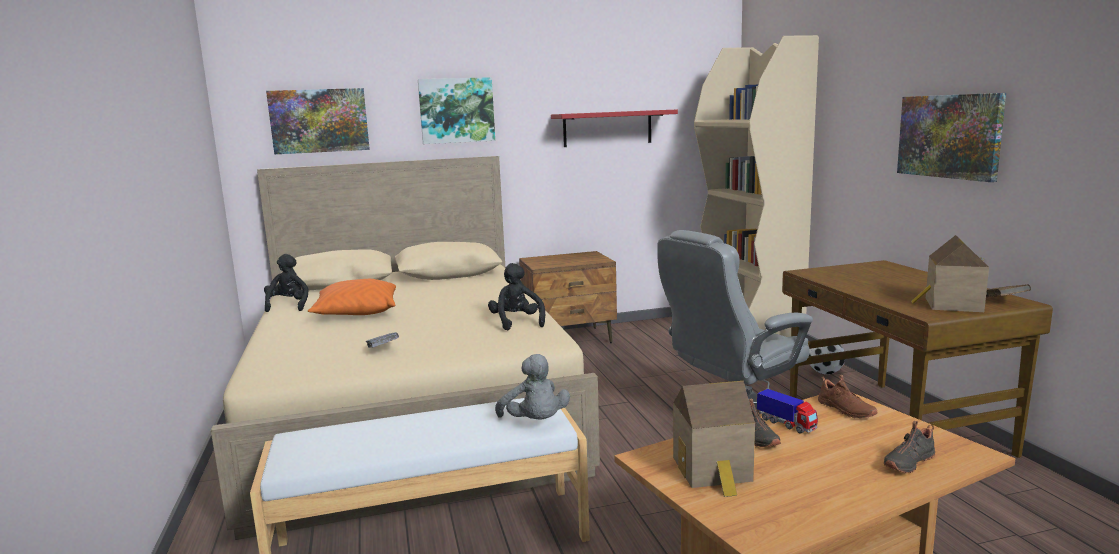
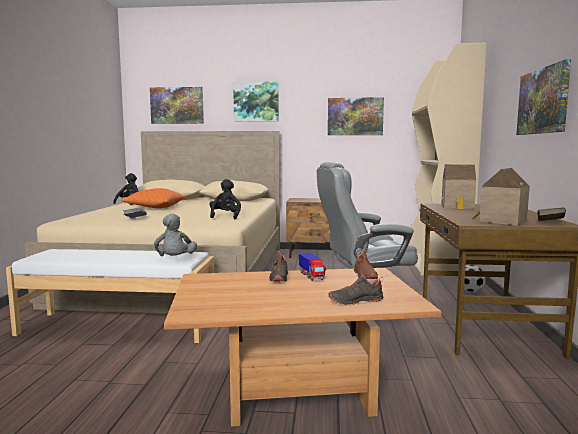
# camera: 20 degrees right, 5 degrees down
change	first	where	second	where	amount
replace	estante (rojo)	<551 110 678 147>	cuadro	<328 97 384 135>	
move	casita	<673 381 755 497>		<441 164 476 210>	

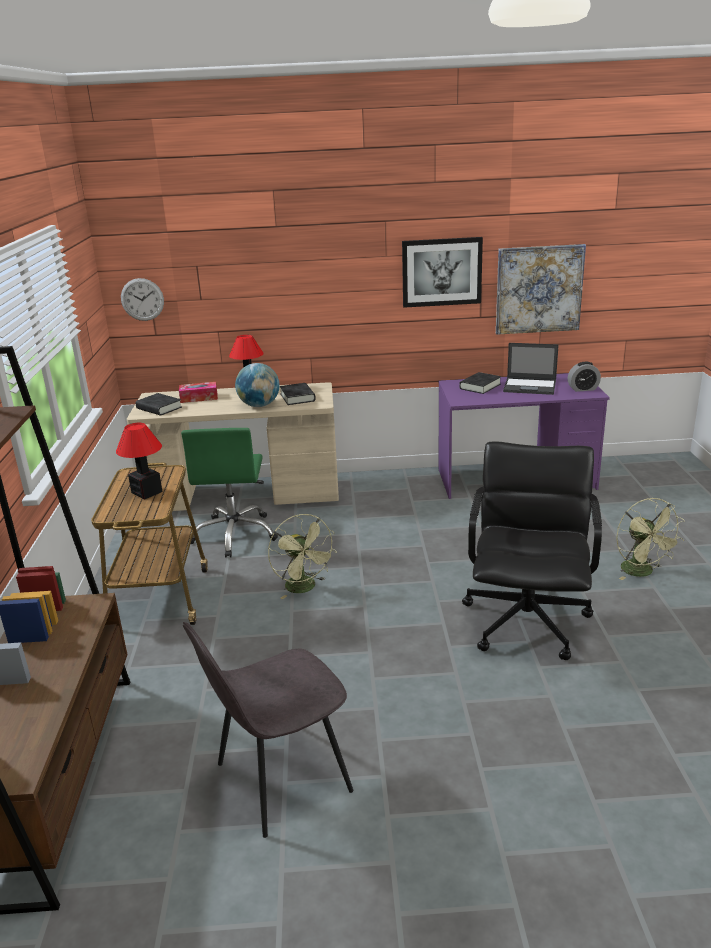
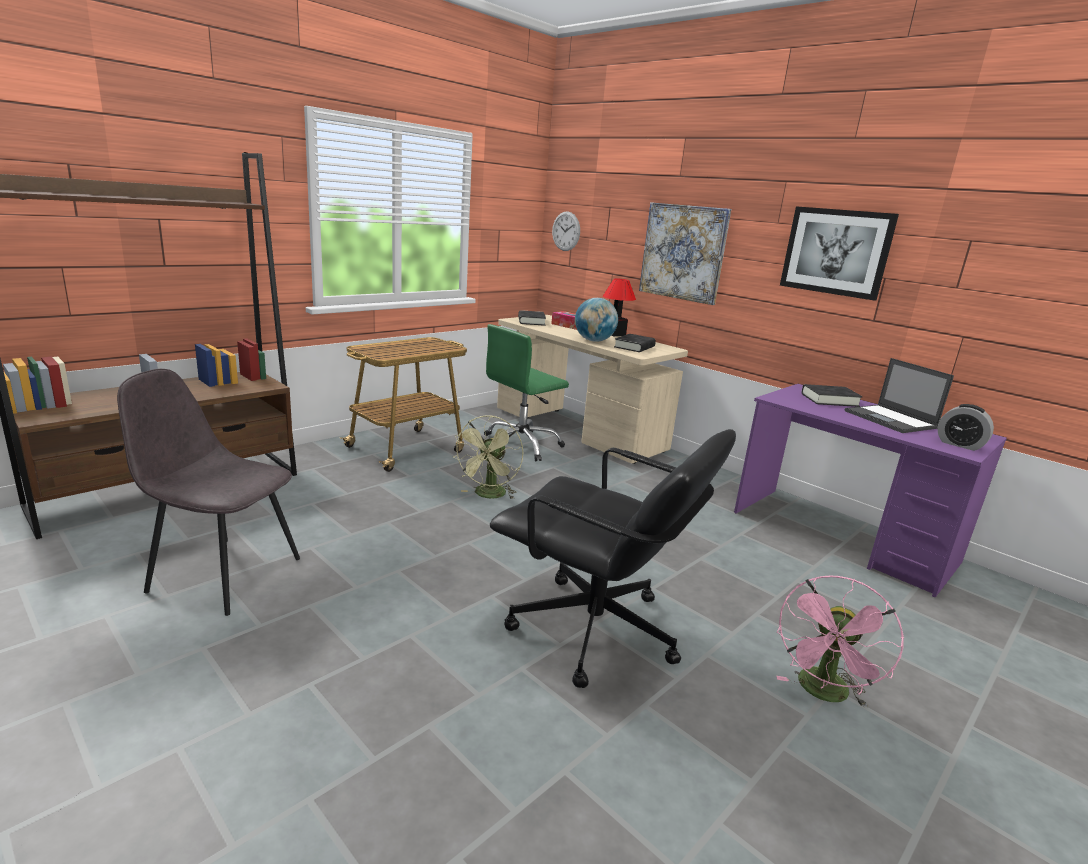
# camera: 45 degrees right, 5 degrees down
change	first	where	second	where	amount
move	cuadro	<496 244 586 335>		<639 202 731 305>	
delete	lámpara de mesa	<116 423 163 499>			
rotate	silla de oficina (negro)	<462 442 602 660>		<490 429 736 688>	60 degrees clockwise
recolor	ventilador (verde)	<616 498 685 580>	ventilador (rosa)	<777 576 904 708>	

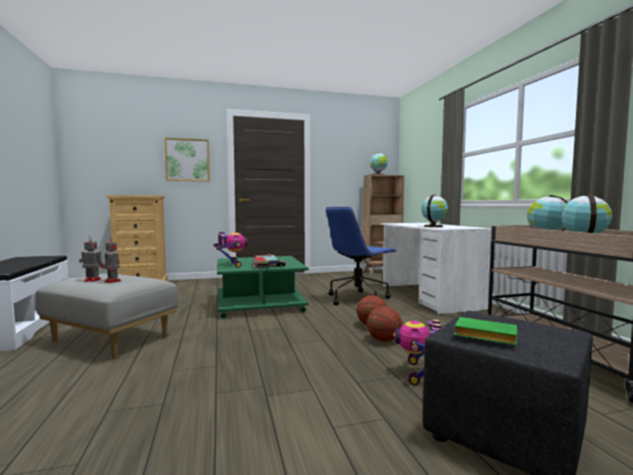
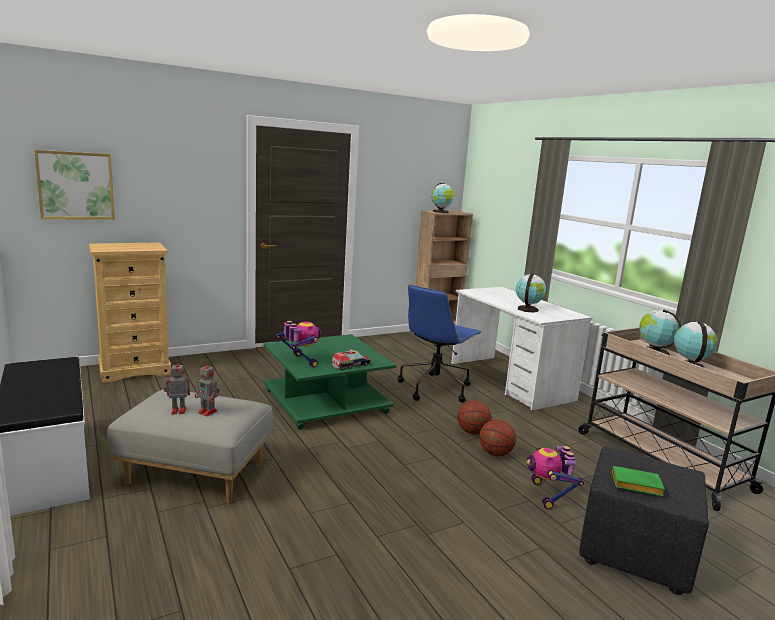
# camera: 15 degrees left, 10 degrees up
change	first	where	second	where	amount
move	cuadro	<164 138 210 181>		<34 150 115 220>	

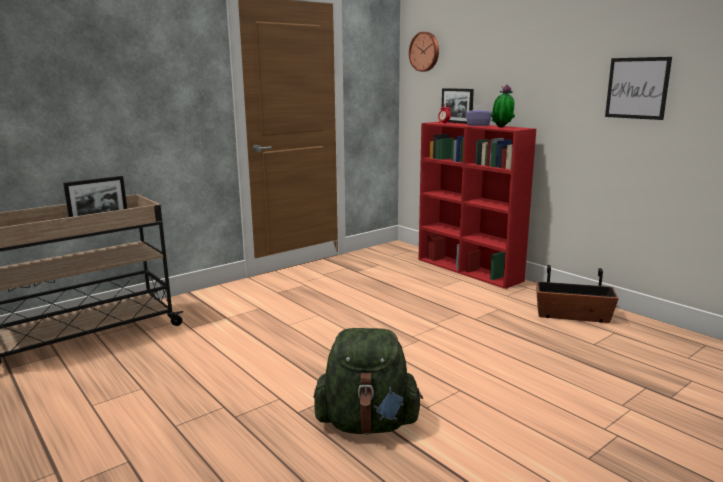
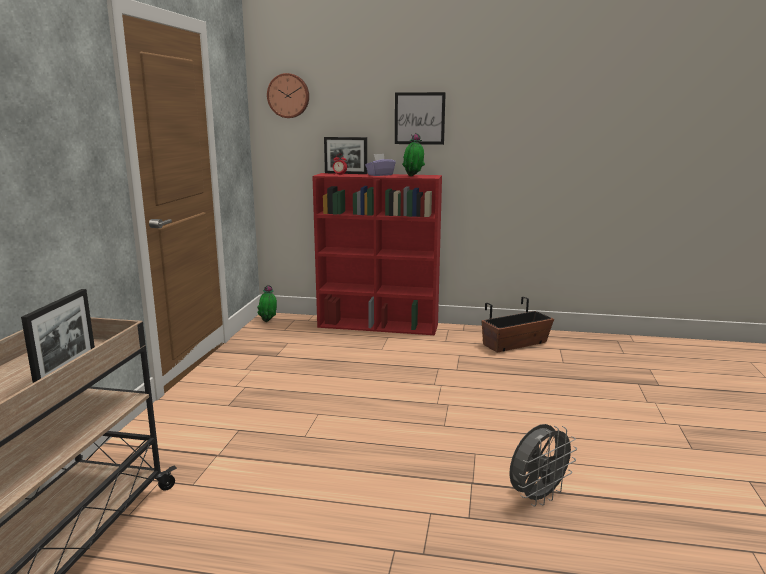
# camera: 40 degrees left, 0 degrees up
change	first	where	second	where	amount
move	cuadro	<605 57 672 120>		<395 92 446 145>	
replace	mochila (verde)	<314 328 423 435>	ventilador (gris)	<509 424 577 507>	
insert			planta en maceta	<257 285 277 322>	

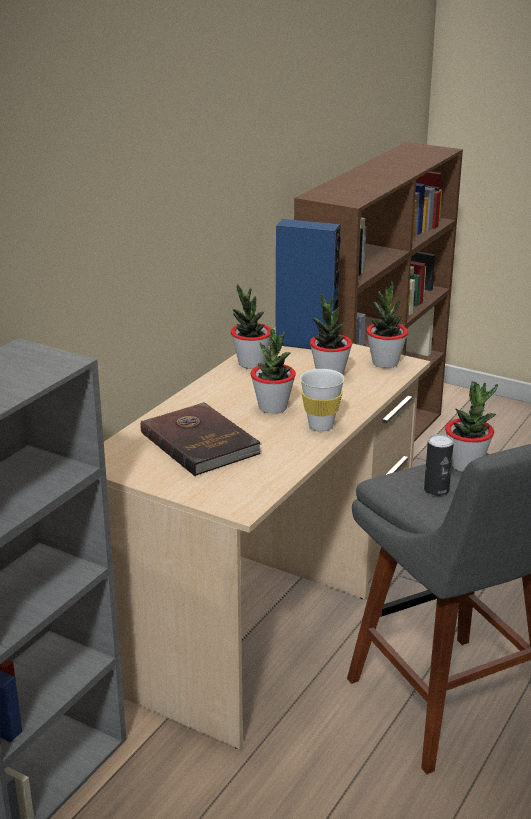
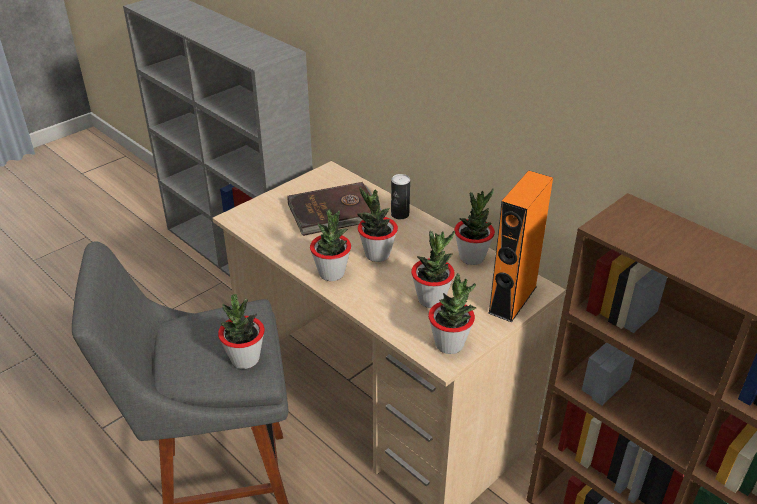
# camera: 105 degrees right, 10 degrees up
change	first	where	second	where	amount
recolor	altavoz (azul)	<275 219 341 349>	altavoz (naranja)	<488 170 553 322>	
replace	taza (blanco)	<300 369 345 432>	planta en maceta	<310 209 351 281>	
move	lata	<424 434 454 496>		<391 174 410 219>	

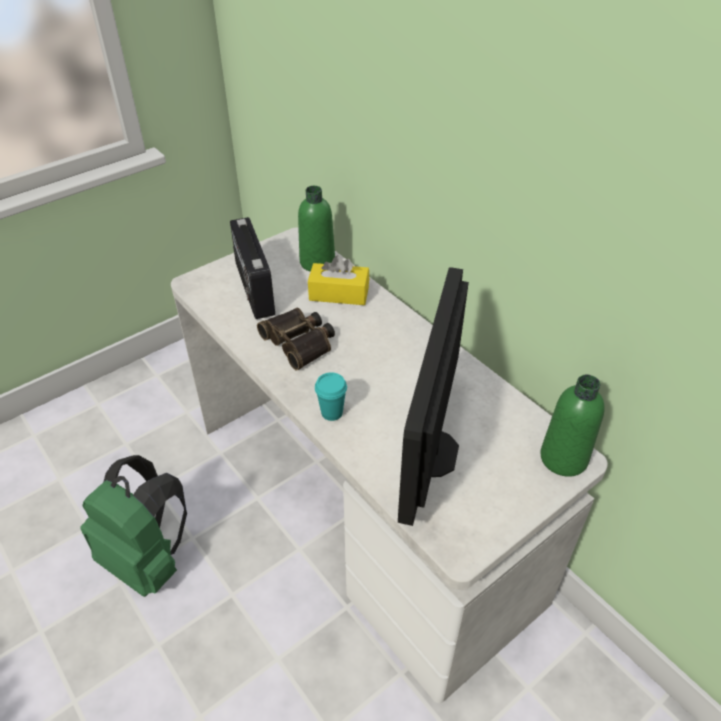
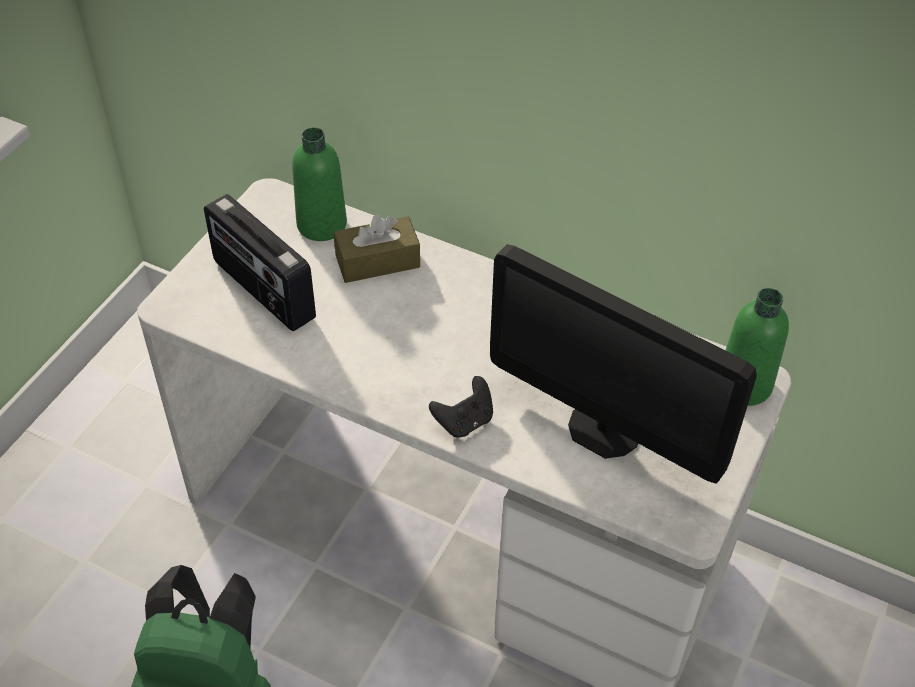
# camera: 25 degrees left, 5 degrees up
change	first	where	second	where	amount
recolor	caja de pañuelos (amarillo)	<308 255 369 305>	caja de pañuelos (marrón)	<334 215 420 283>	
rotate	monitor	<398 267 469 526>		<490 244 757 484>	45 degrees counterclockwise
delete	prismáticos	<257 308 335 371>			
replace	taza (turquesa)	<315 372 347 421>	mando de consola (negro)	<429 376 493 437>	

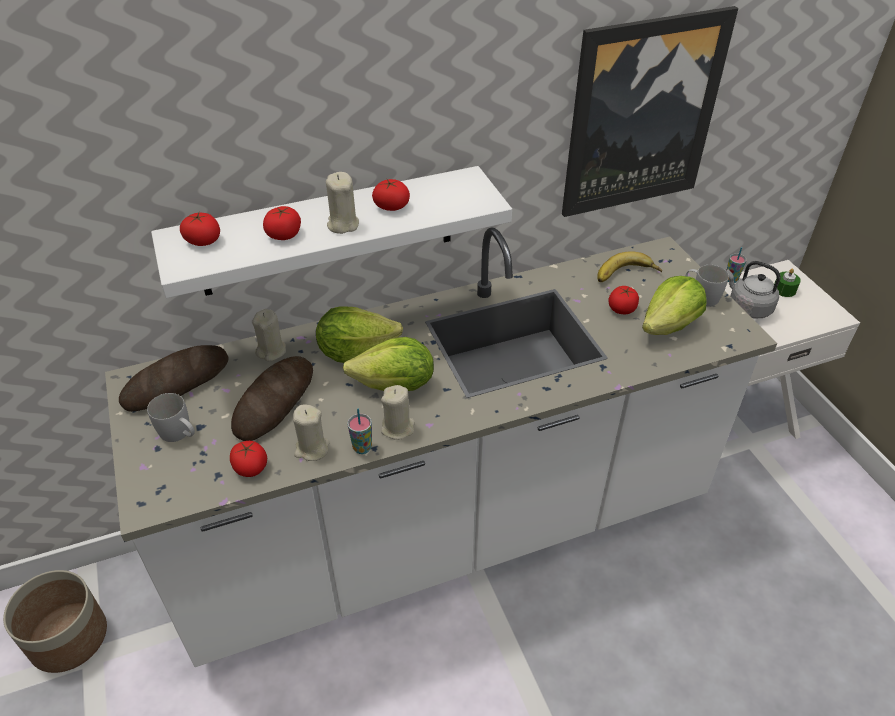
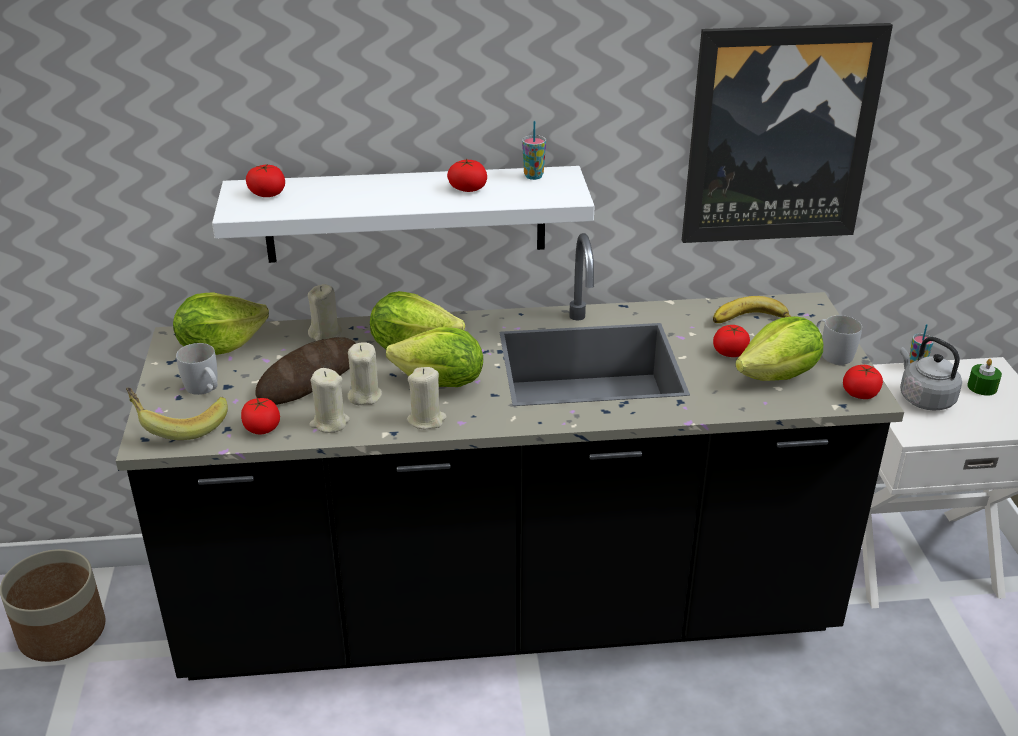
# camera: 15 degrees right, 10 degrees down
change	first	where	second	where	amount
move	vela (beis)	<326 172 359 234>		<347 342 382 405>	
move	tomate	<263 206 301 240>		<843 365 883 399>	
recolor	mueble bajo de cocina (blanco)	<105 227 777 667>	mueble bajo de cocina (negro)	<116 233 904 680>	
replace	pan	<119 345 229 412>	lechuga	<173 292 269 355>	
move	taza	<347 409 372 454>		<522 121 546 180>	
insert			plátano	<126 388 228 440>	

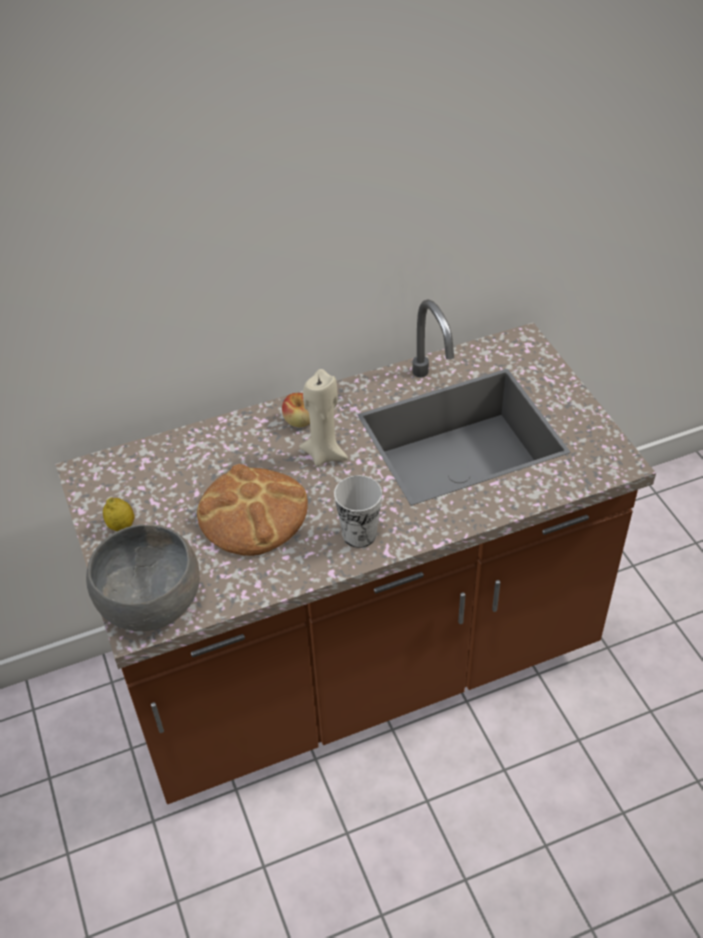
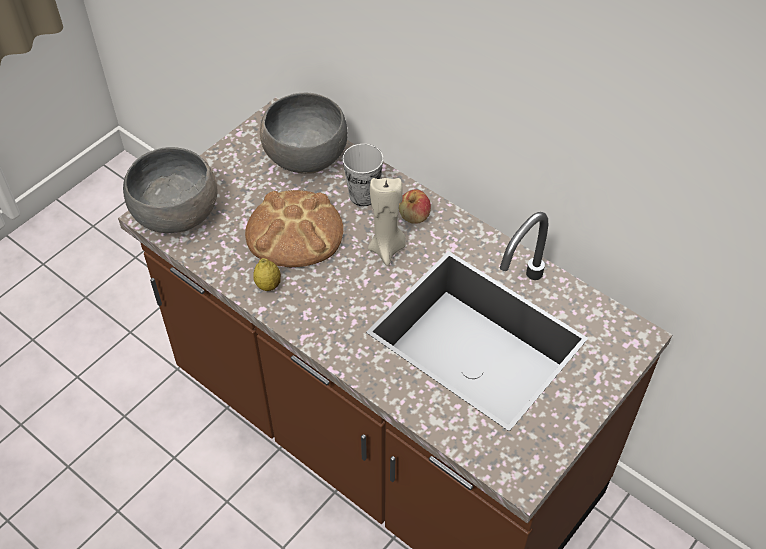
# camera: 60 degrees right, 5 degrees up
change	first	where	second	where	amount
move	taza	<334 475 382 548>		<343 144 383 206>	
move	limón	<103 497 135 531>		<253 258 281 291>	
insert			cuenco (gris)	<260 93 348 174>	

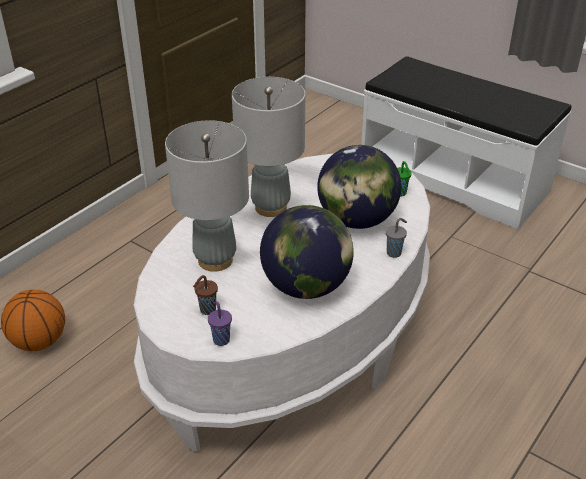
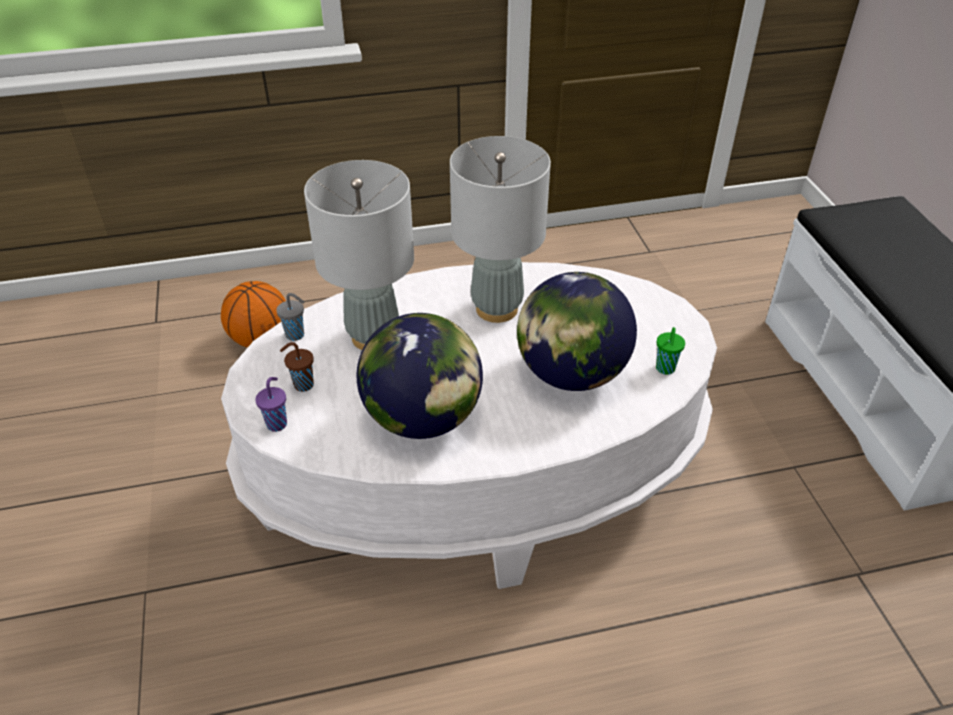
# camera: 40 degrees right, 5 degrees up
change	first	where	second	where	amount
move	taza (gris)	<386 218 407 258>		<276 293 305 341>	

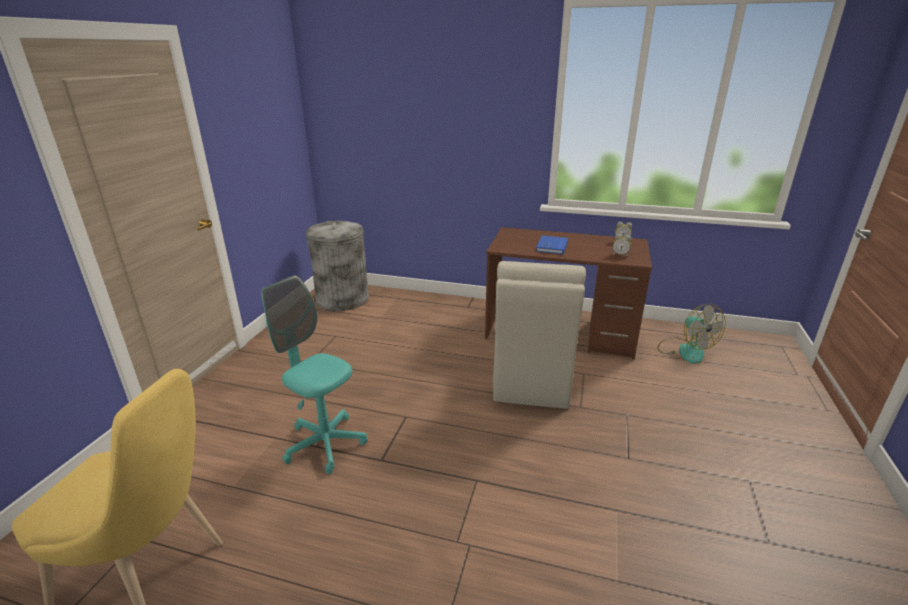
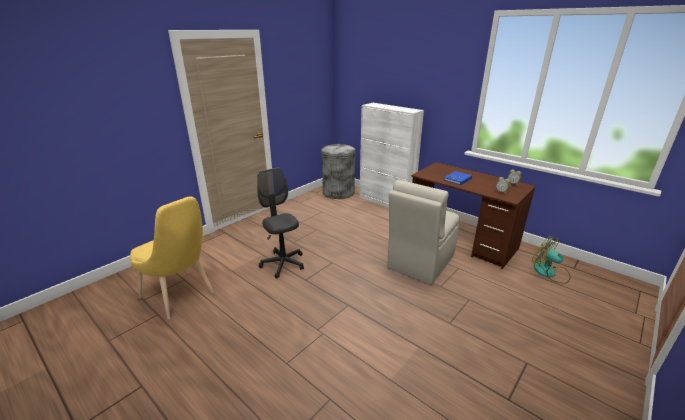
# camera: 25 degrees right, 0 degrees up
change	first	where	second	where	amount
recolor	silla de oficina (turquesa)	<261 275 368 474>	silla de oficina (gris)	<257 168 304 279>	
rotate	ventilador	<657 303 726 364>		<532 236 571 284>	135 degrees clockwise
insert			armario (blanco)	<359 103 424 208>	

